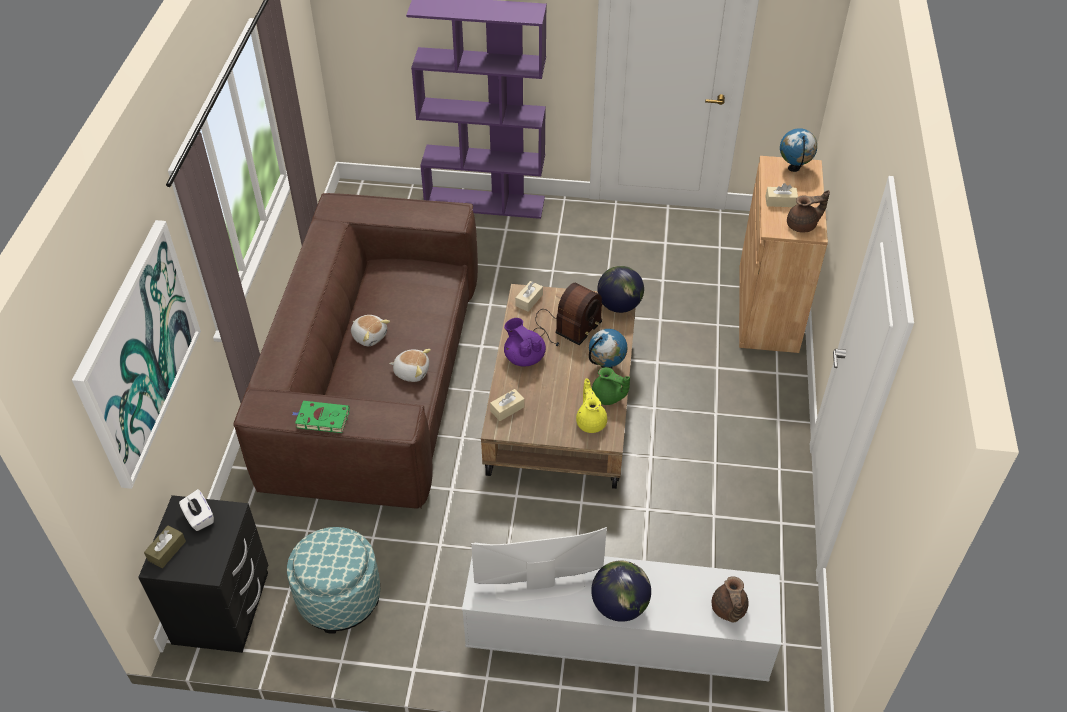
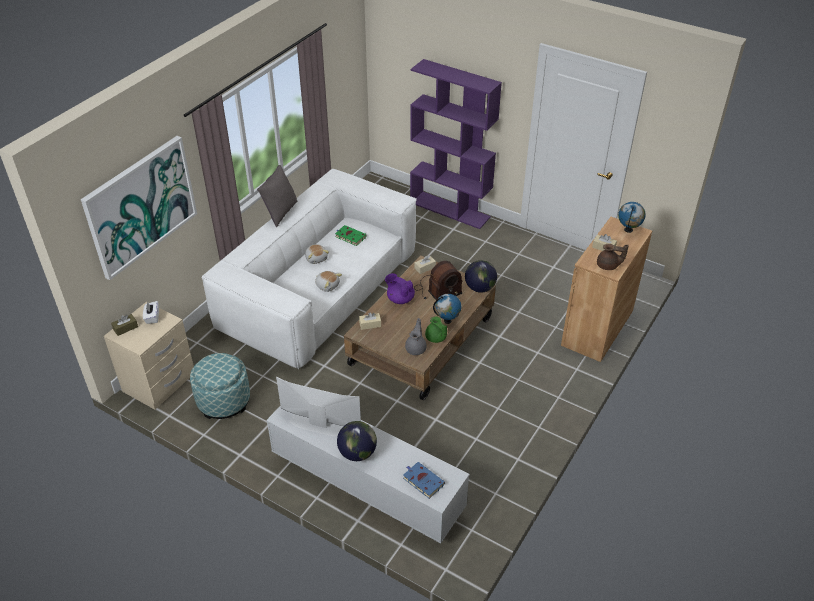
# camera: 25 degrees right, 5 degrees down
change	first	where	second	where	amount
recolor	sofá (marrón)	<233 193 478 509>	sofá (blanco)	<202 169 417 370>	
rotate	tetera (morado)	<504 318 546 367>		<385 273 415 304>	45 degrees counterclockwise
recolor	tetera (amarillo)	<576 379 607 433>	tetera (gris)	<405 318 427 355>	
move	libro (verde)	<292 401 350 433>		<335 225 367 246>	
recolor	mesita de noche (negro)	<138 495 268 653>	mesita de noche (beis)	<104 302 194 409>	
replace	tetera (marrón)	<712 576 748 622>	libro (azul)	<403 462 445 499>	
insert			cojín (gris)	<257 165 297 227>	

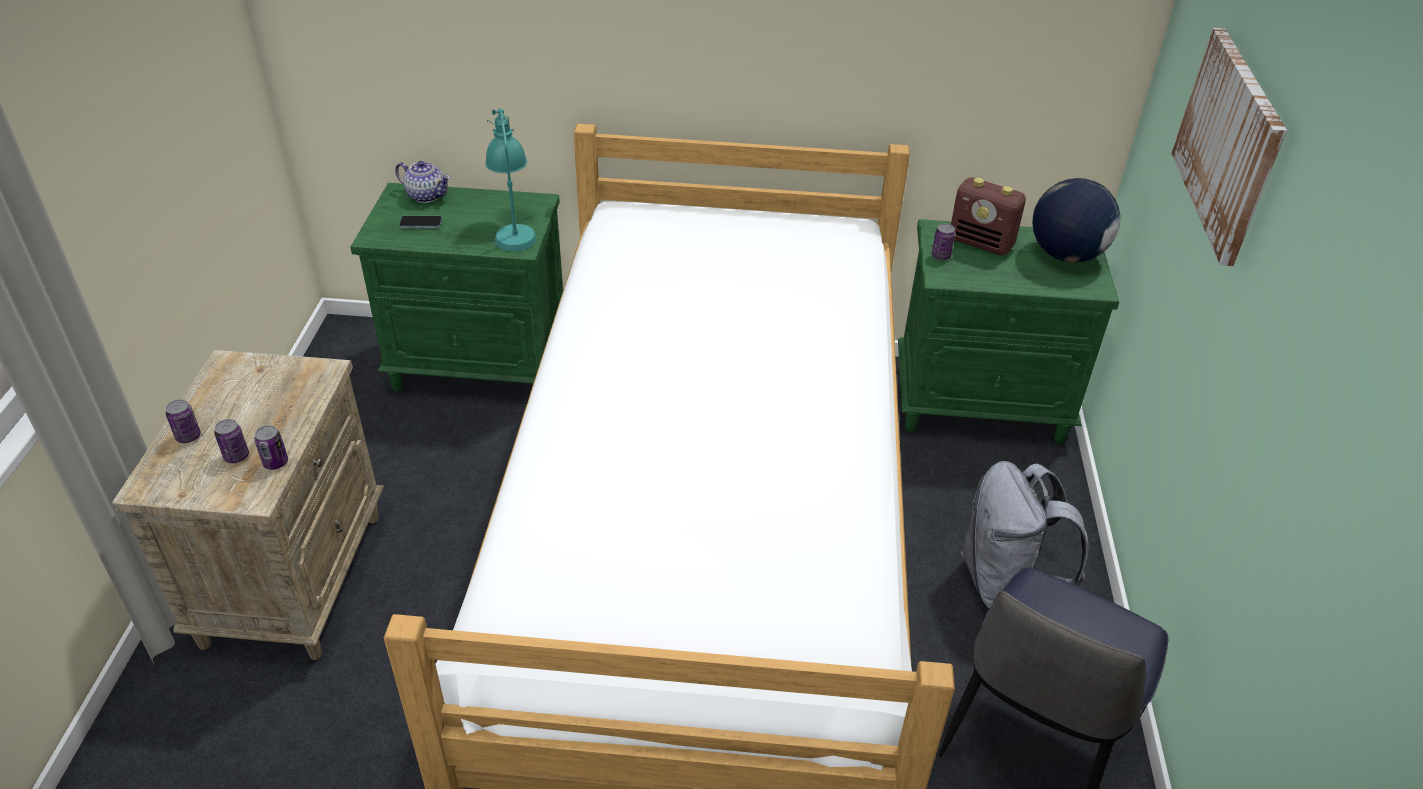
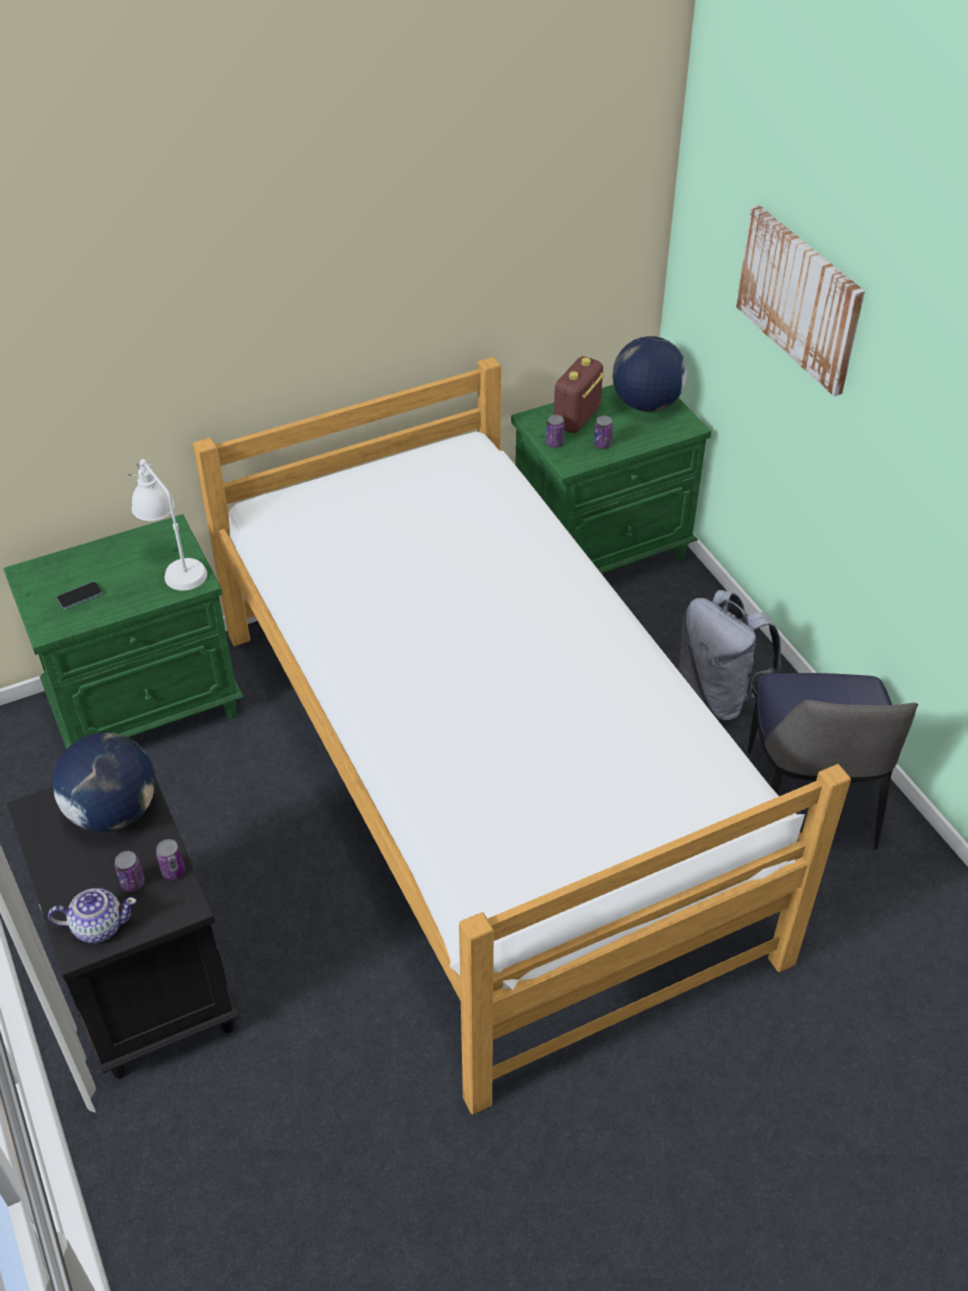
# camera: 30 degrees left, 5 degrees up
change	first	where	second	where	amount
recolor	lámpara de mesa (turquesa)	<485 108 537 251>	lámpara de mesa (blanco)	<127 459 207 591>	
move	tetera	<395 161 451 203>		<48 888 136 943>	
rotate	radio	<951 178 1026 255>		<554 356 604 433>	120 degrees clockwise
recolor	mesita de noche (beis)	<112 350 384 660>	mesita de noche (negro)	<7 777 240 1079>	
move	lata	<165 399 201 443>		<594 416 613 449>	
insert			globo terráqueo	<53 732 155 832>	

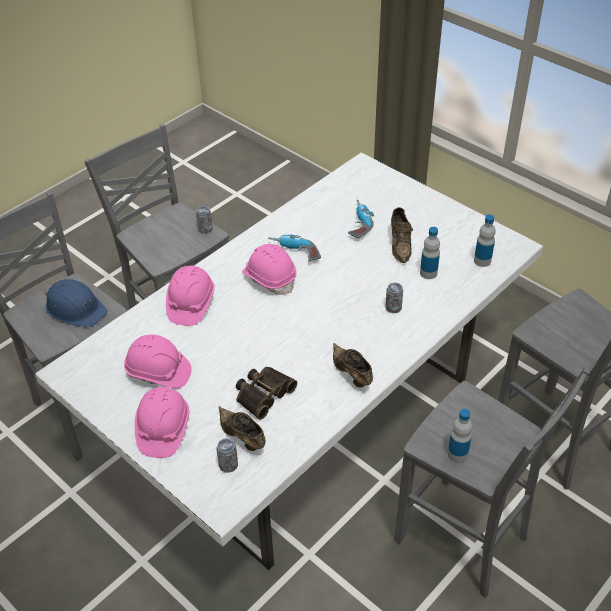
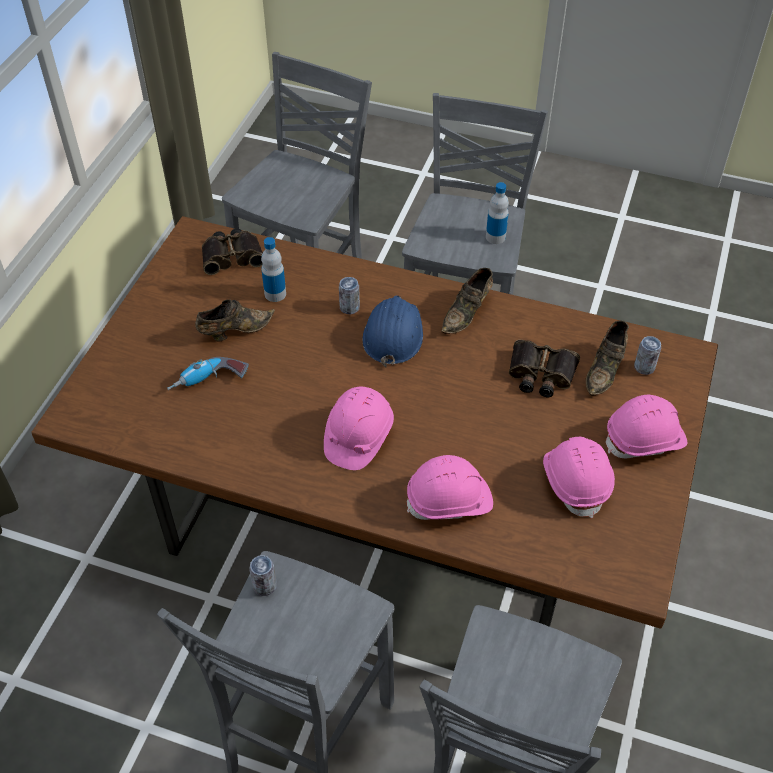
# camera: 115 degrees left, 5 degrees up
change	first	where	second	where	amount
recolor	mesa de comedor (blanco)	<35 153 543 570>	mesa de comedor (marrón)	<31 216 718 628>	
replace	botella	<474 214 496 267>	prismáticos	<202 228 263 275>	
delete	taladro	<268 235 321 261>			
move	casco (azul)	<45 279 108 328>		<363 296 423 367>	

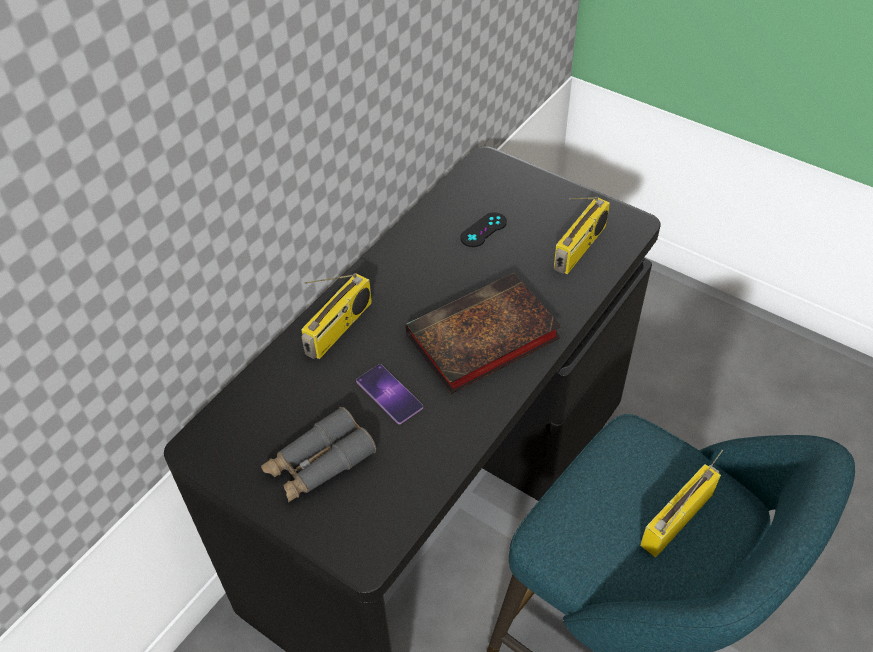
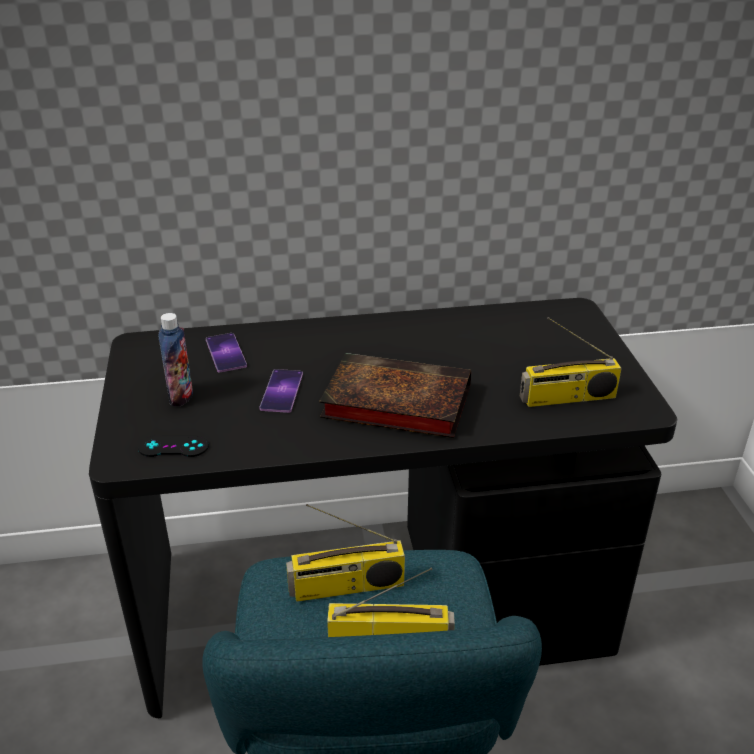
# camera: 45 degrees right, 15 degrees down
change	first	where	second	where	amount
move	mando de consola (negro)	<460 212 507 247>		<138 436 209 457>	
move	radio	<301 273 372 359>		<286 504 405 602>	
replace	prismáticos (gris)	<261 407 376 503>	botella	<159 313 193 406>	
insert			móvil	<206 333 247 373>	

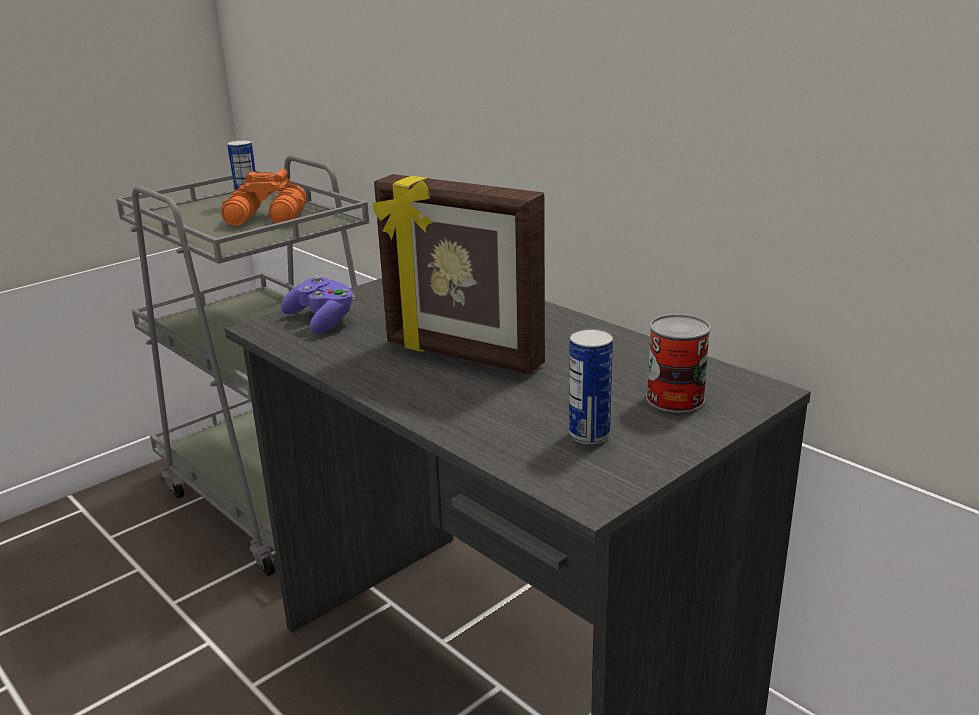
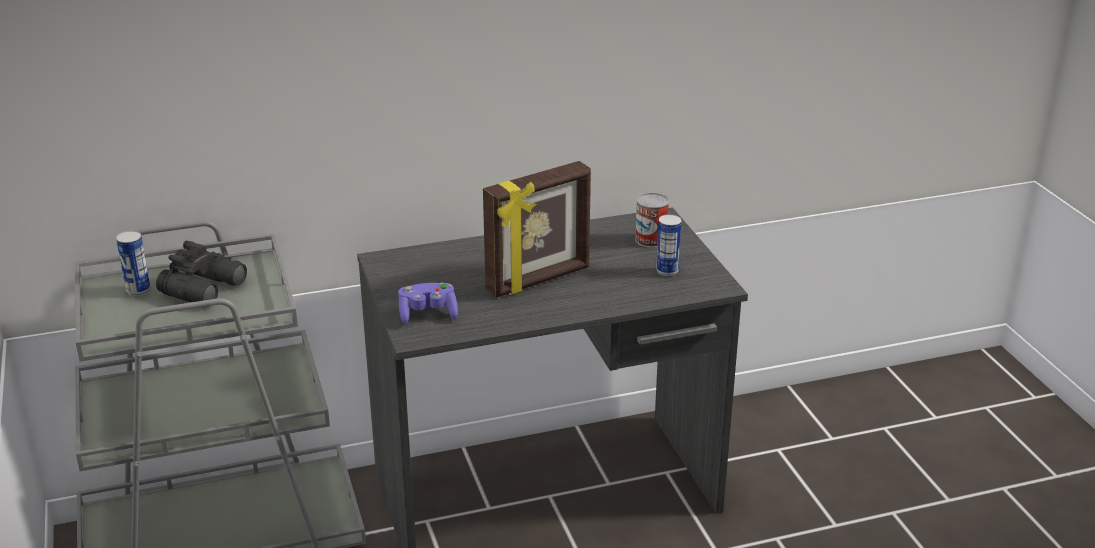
# camera: 65 degrees left, 5 degrees up
change	first	where	second	where	amount
recolor	prismáticos (naranja)	<221 169 307 226>	prismáticos (negro)	<156 241 247 302>	

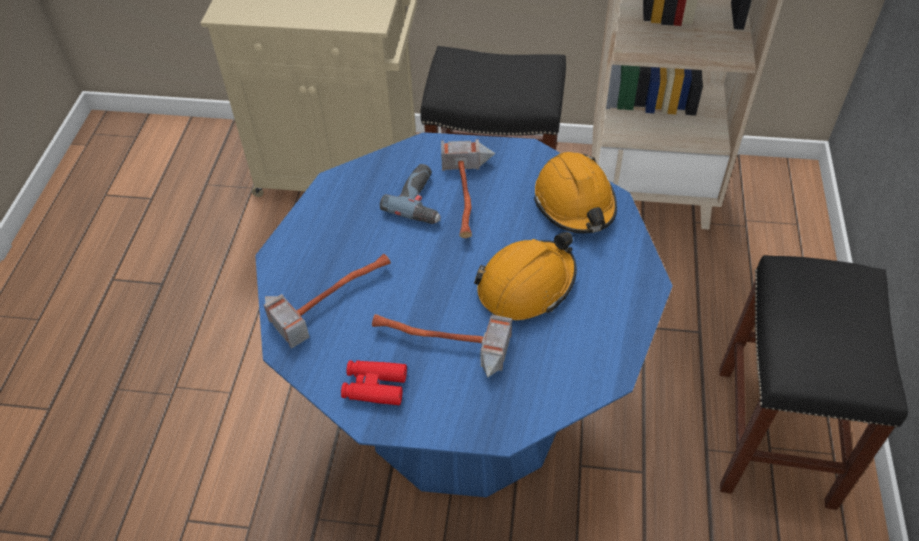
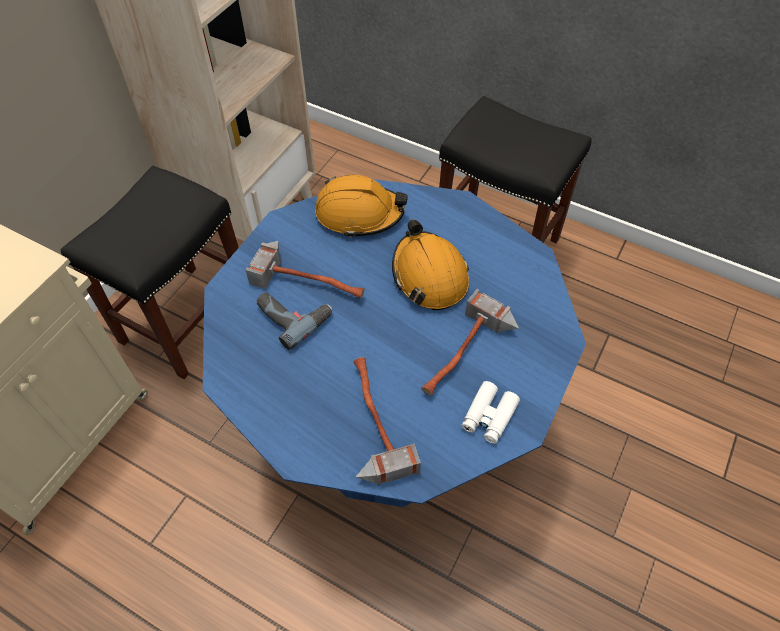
# camera: 70 degrees left, 5 degrees up
change	first	where	second	where	amount
recolor	prismáticos (rojo)	<341 360 407 405>	prismáticos (blanco)	<462 381 520 444>	

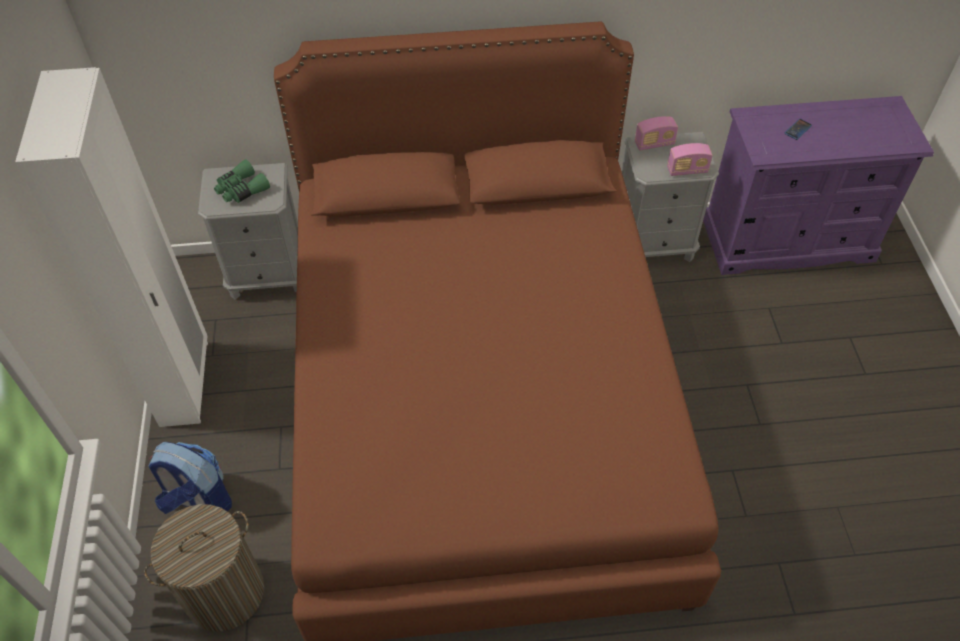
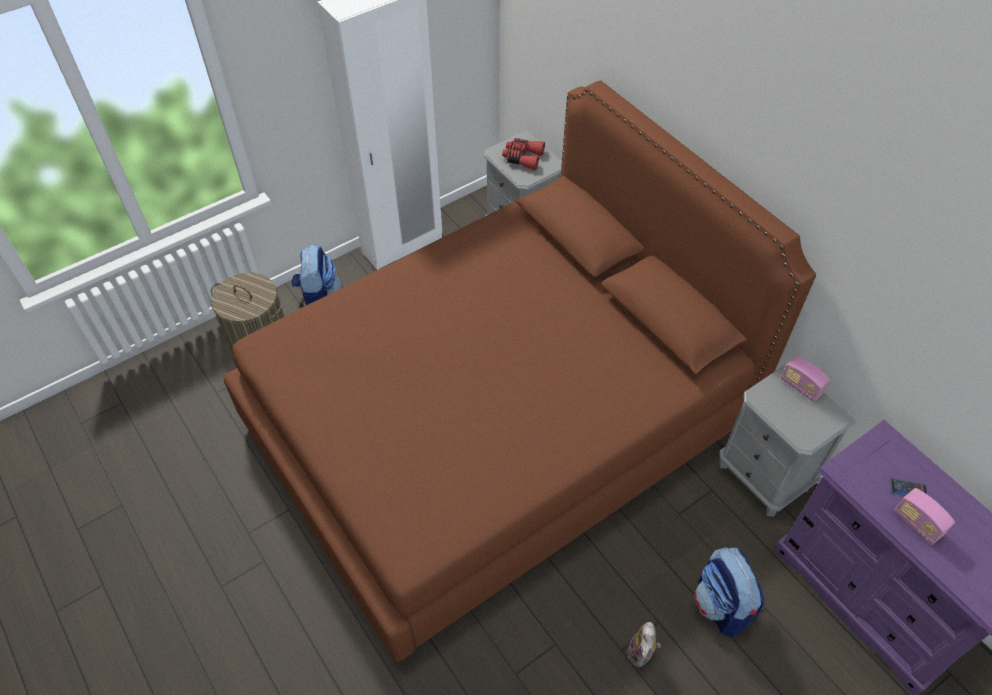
# camera: 60 degrees right, 0 degrees up
change	first	where	second	where	amount
move	radio	<667 143 713 176>		<894 488 955 545>	
recolor	prismáticos (verde)	<214 160 270 203>	prismáticos (rojo)	<502 138 545 171>	
insert			mochila	<695 548 765 637>	
insert			peluche	<628 622 661 667>	

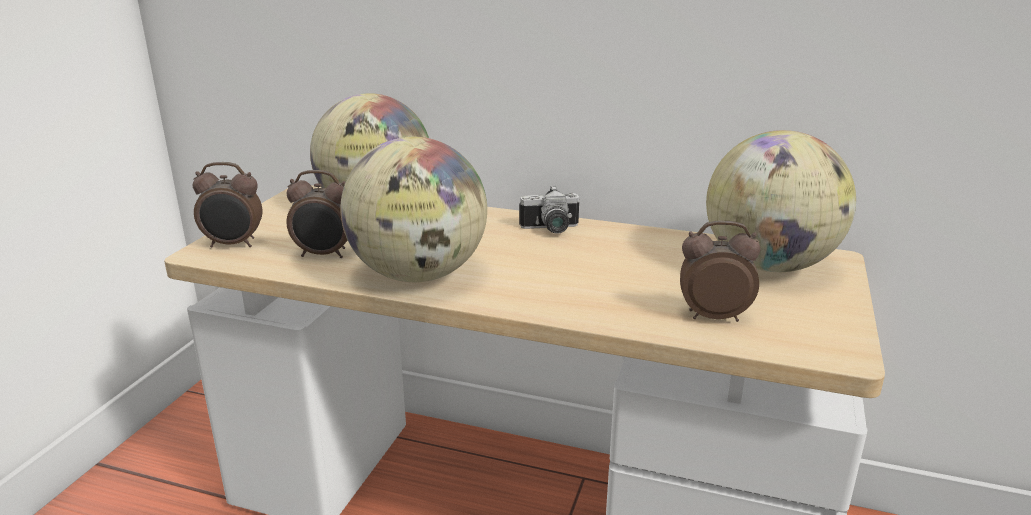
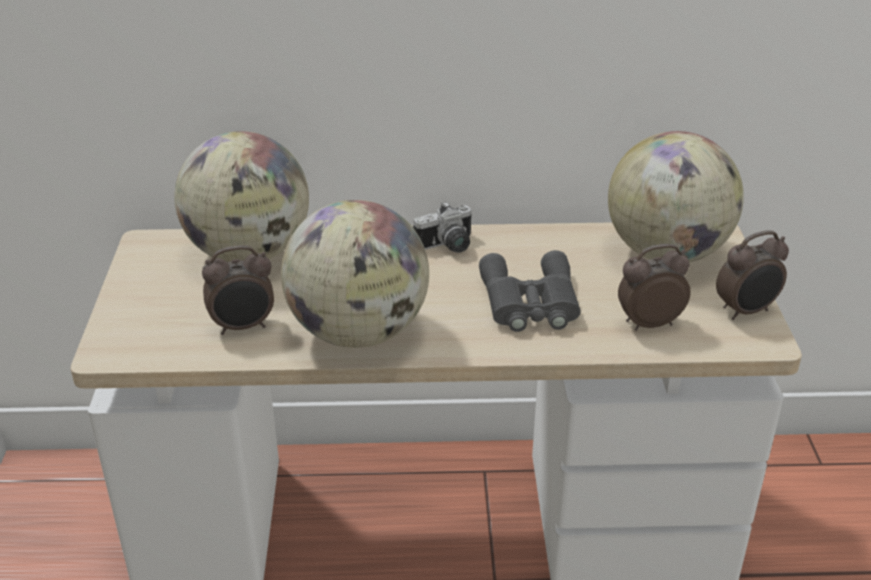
# camera: 20 degrees left, 10 degrees up
change	first	where	second	where	amount
move	despertador	<192 162 262 247>		<716 230 789 320>	
insert			prismáticos (gris)	<479 250 581 332>	

